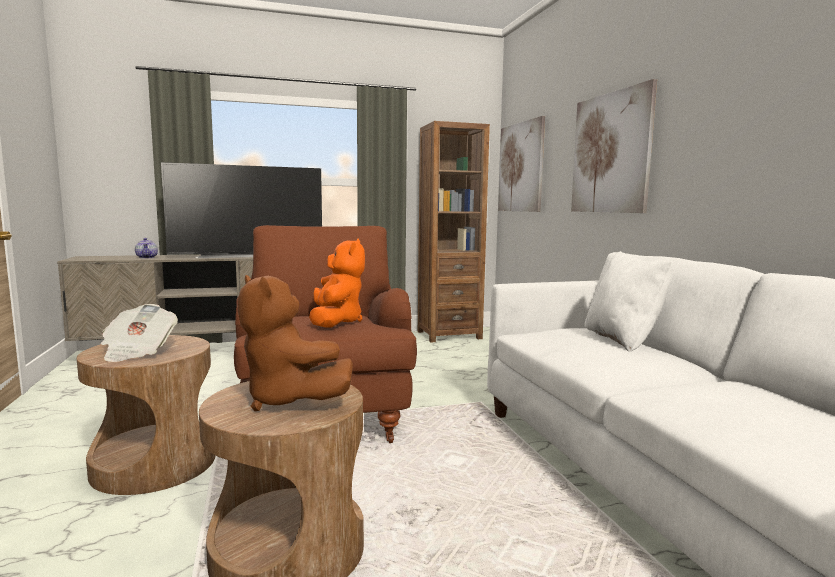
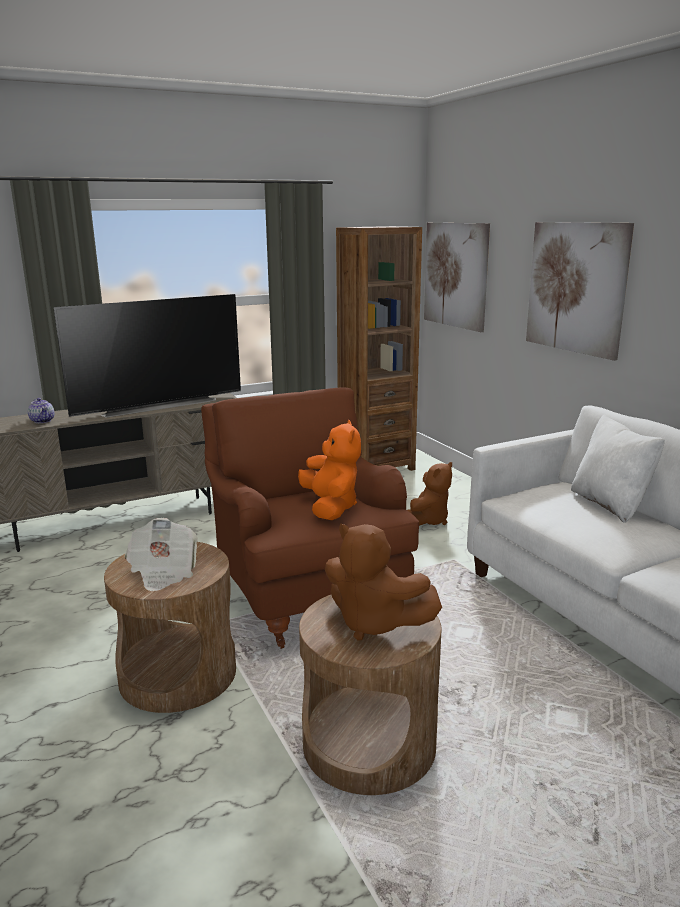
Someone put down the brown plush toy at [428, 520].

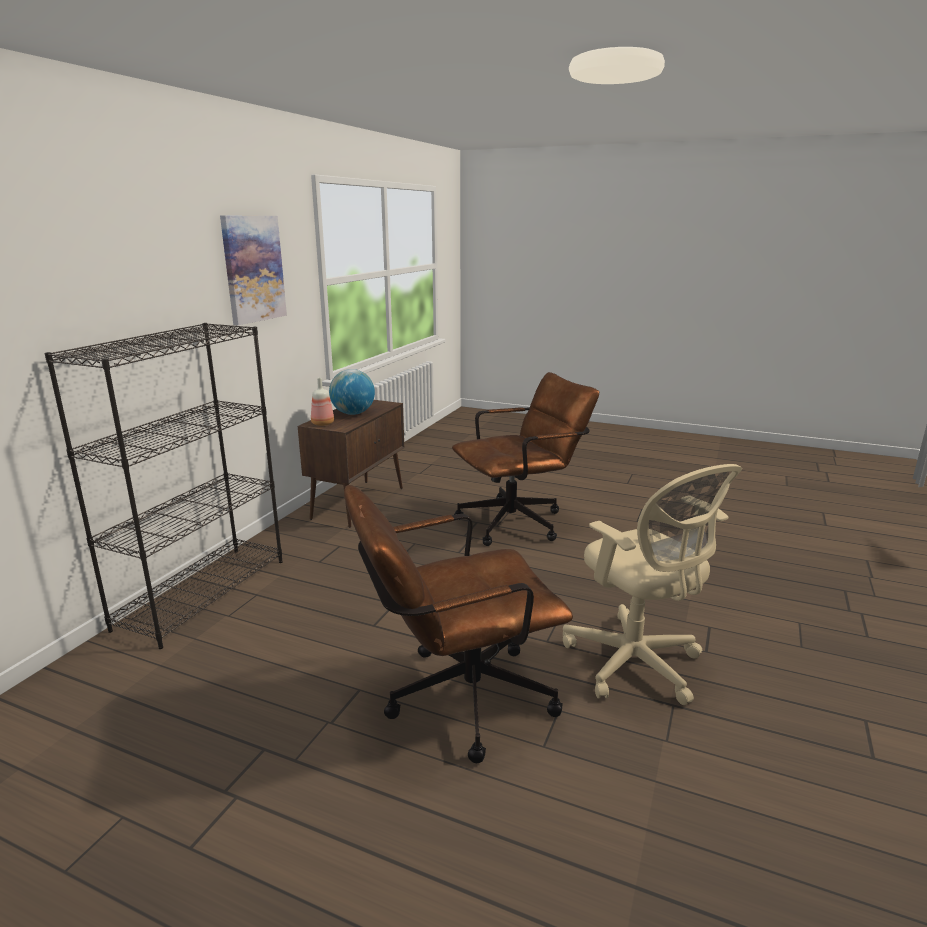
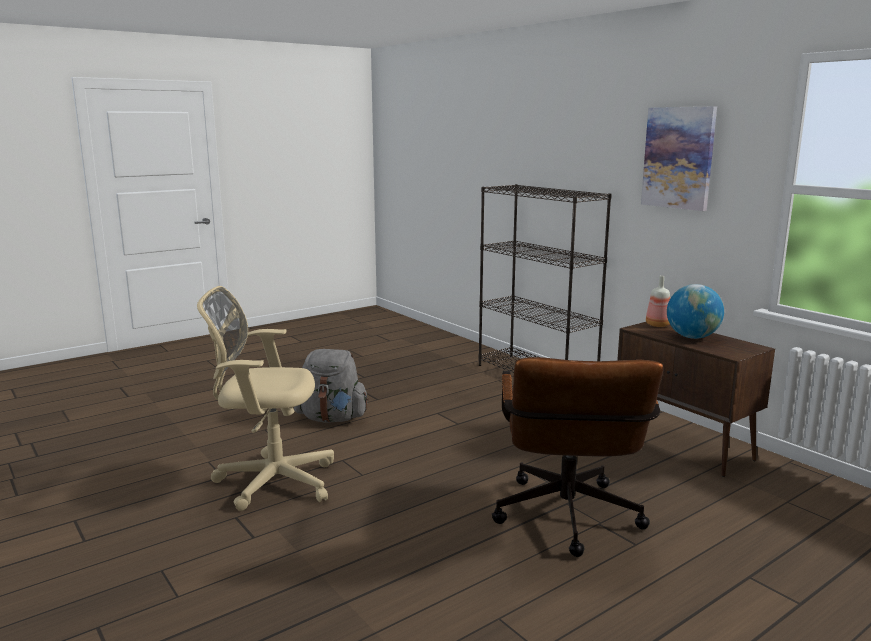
Someone swapped the brown office chair at [455, 700] for the grey backpack at [332, 418].

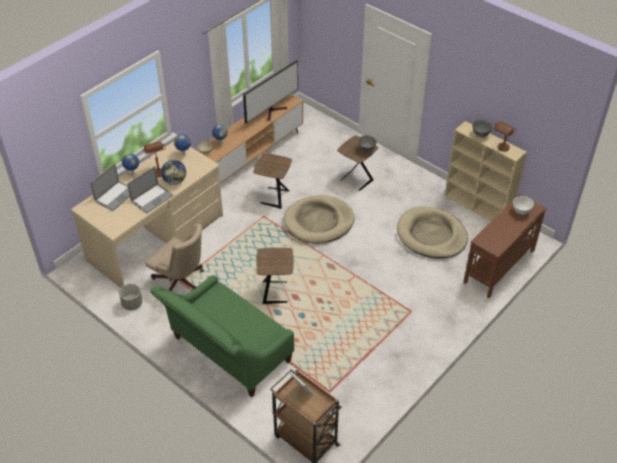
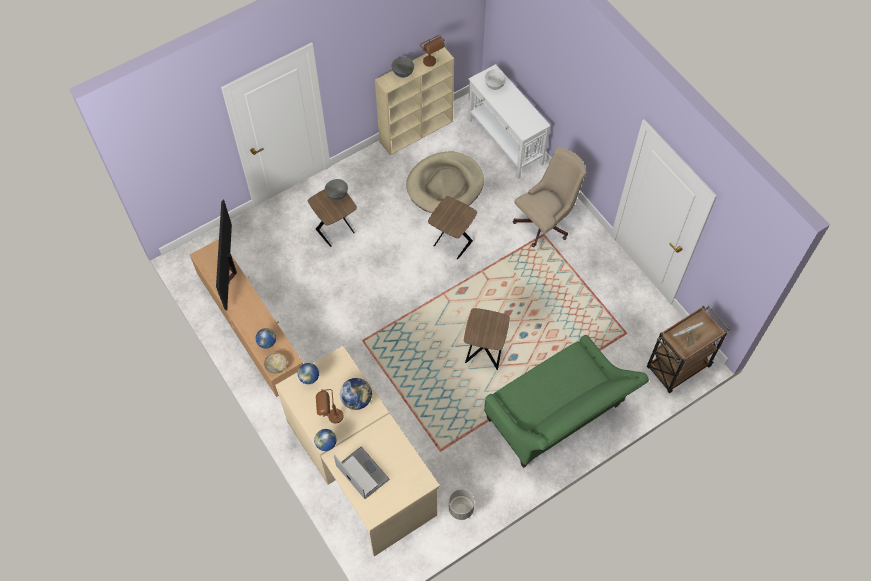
Someone rotated the television at [274, 111] by 150 degrees counterclockwise.
Someone carried the brown side table from [274, 197] to [452, 244].
Someone repainted the brown console table at [499, 266], which became the white console table at [505, 142].
Someone carried the beige office chair from [181, 283] to [545, 222].
Someone took away the laptop at [152, 198].
Someone took away the beige dog bed at [319, 222].

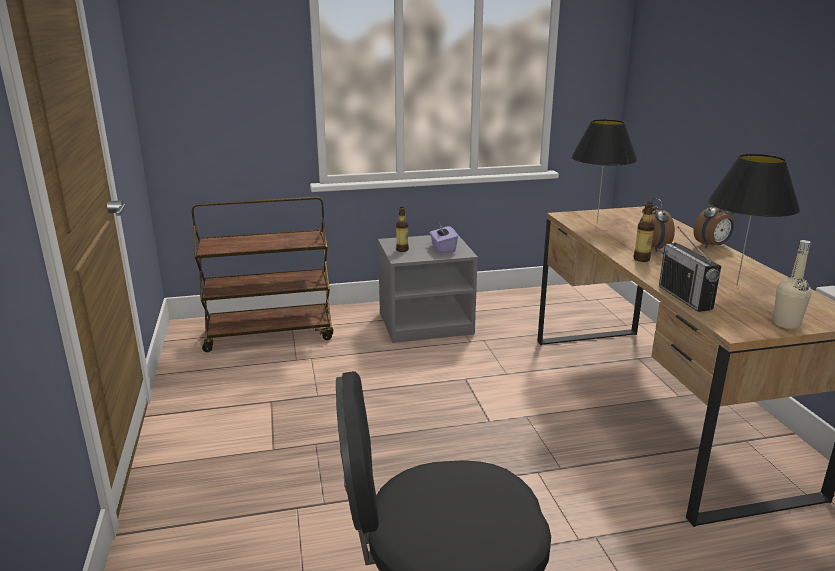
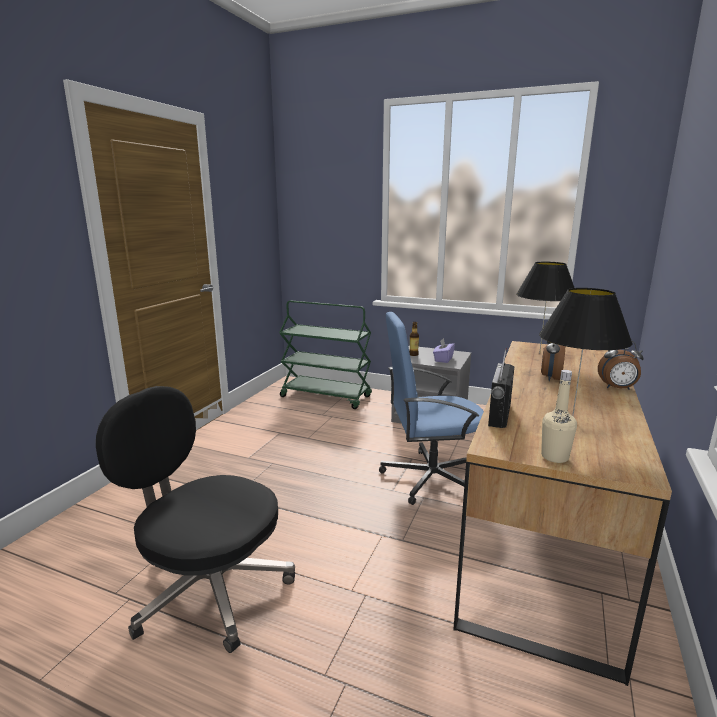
Someone repainted the brown cart at [270, 334], which became the green cart at [326, 396].
Someone put down the blue office chair at [429, 477].
Someone took away the bottle at [641, 259].

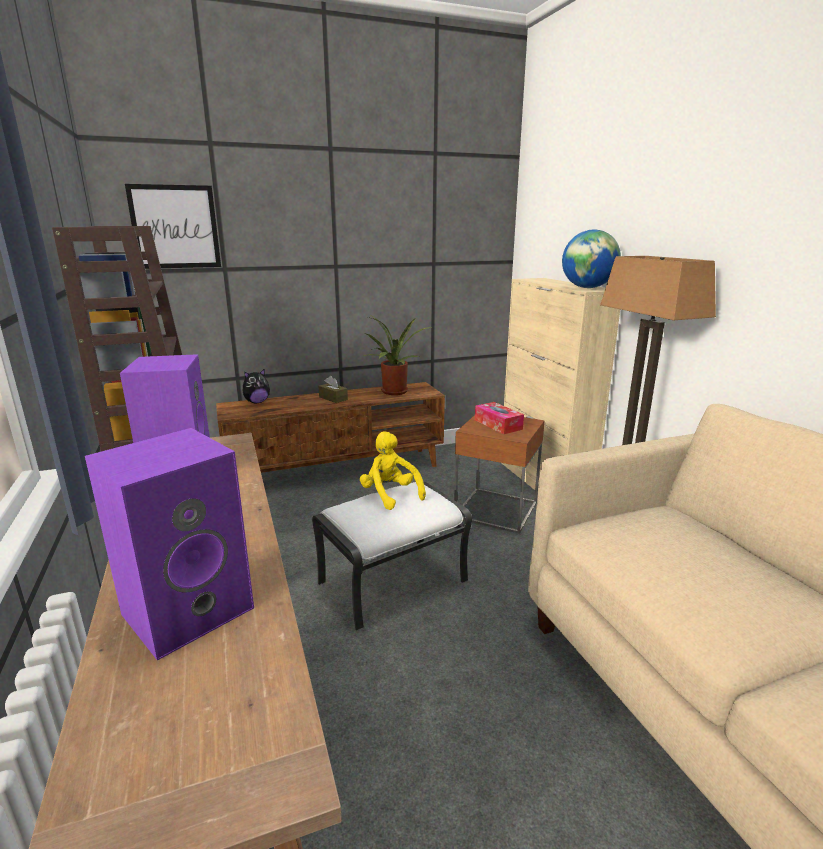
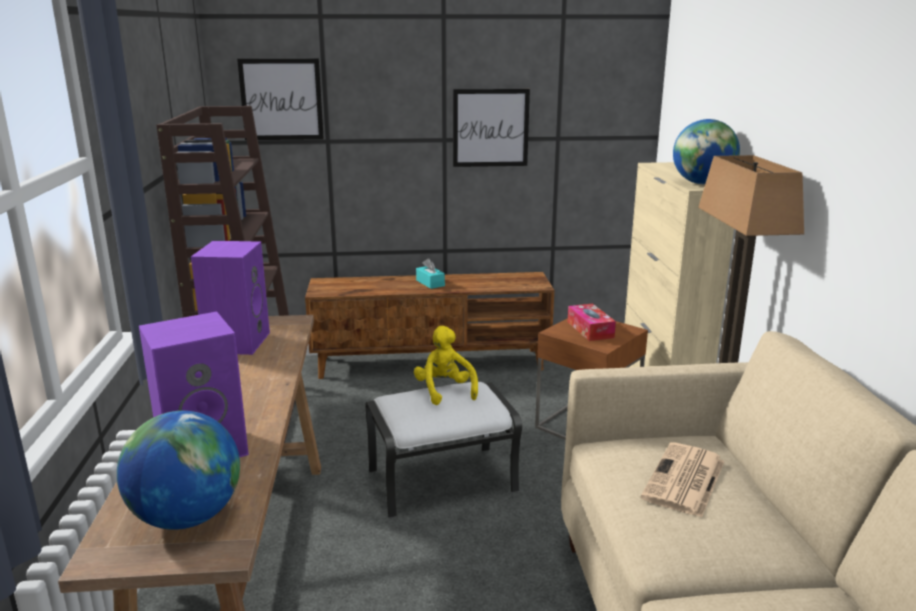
Someone put down the globe at [187, 518].
Someone repainted the brown tissue box at [333, 398], which became the turquoise tissue box at [430, 283].
Someone put up the picture at [490, 128].
Someone put down the newspaper at [684, 480].
Someone took away the plush toy at [257, 402].
Someone took away the potted plant at [394, 392].

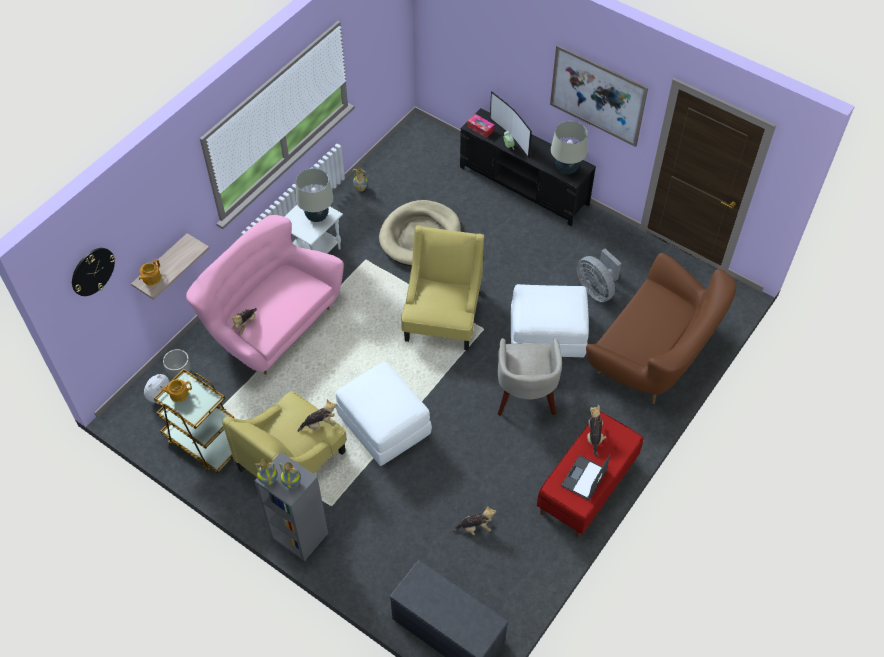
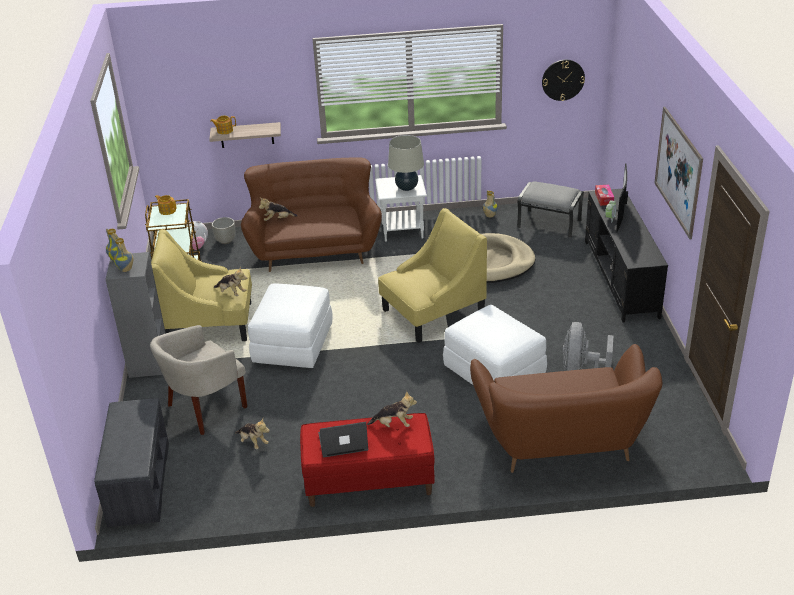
Someone carried the beige armchair from [525, 396] to [205, 408].
Someone repainted the pink sofa at [271, 324], which became the brown sofa at [315, 250].
Someone rotated the plush toy at [594, 437] by 45 degrees clockwise.
Someone put down the grey ottoman at [550, 224].
Someone carried the wall clock from [92, 271] to [563, 79].
Someone took away the beige table lamp at [566, 169].

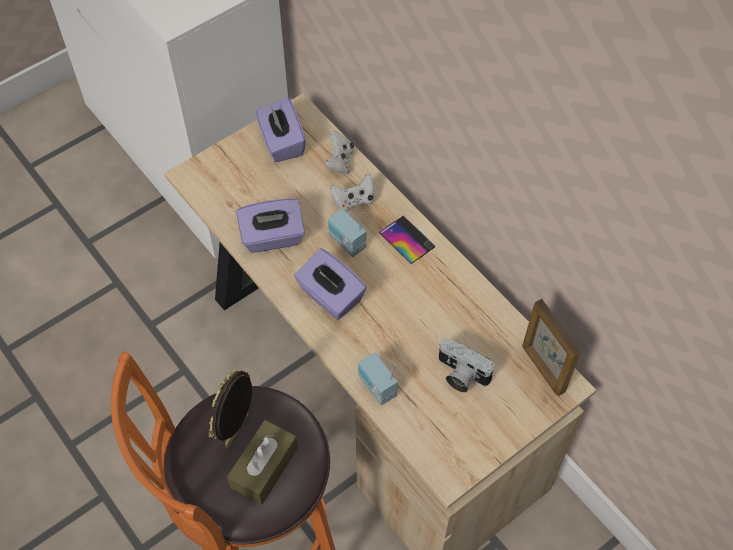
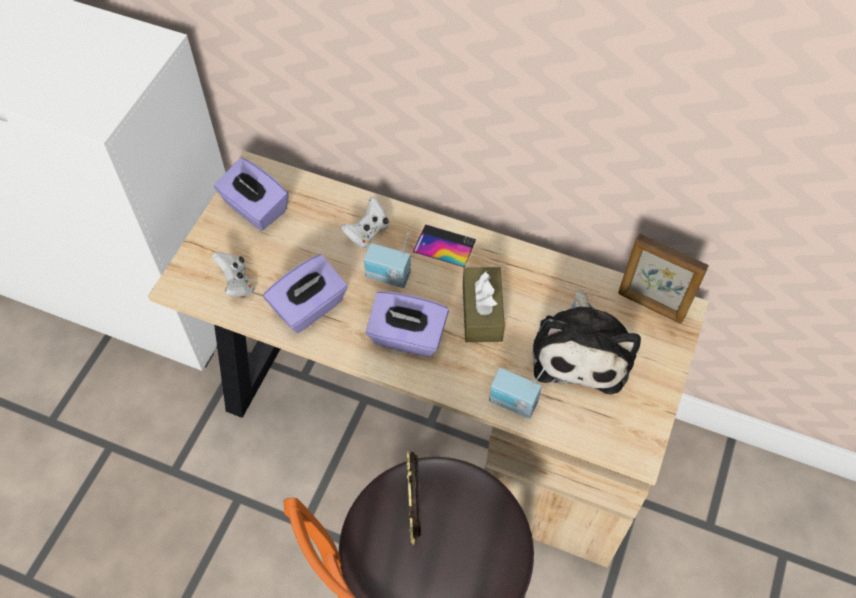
Someone carried the white game controller from [340, 161] to [236, 283].
Someone carried the brown tissue box from [264, 467] to [482, 312].
Someone swapped the photo camera at [460, 375] for the plush toy at [582, 349].

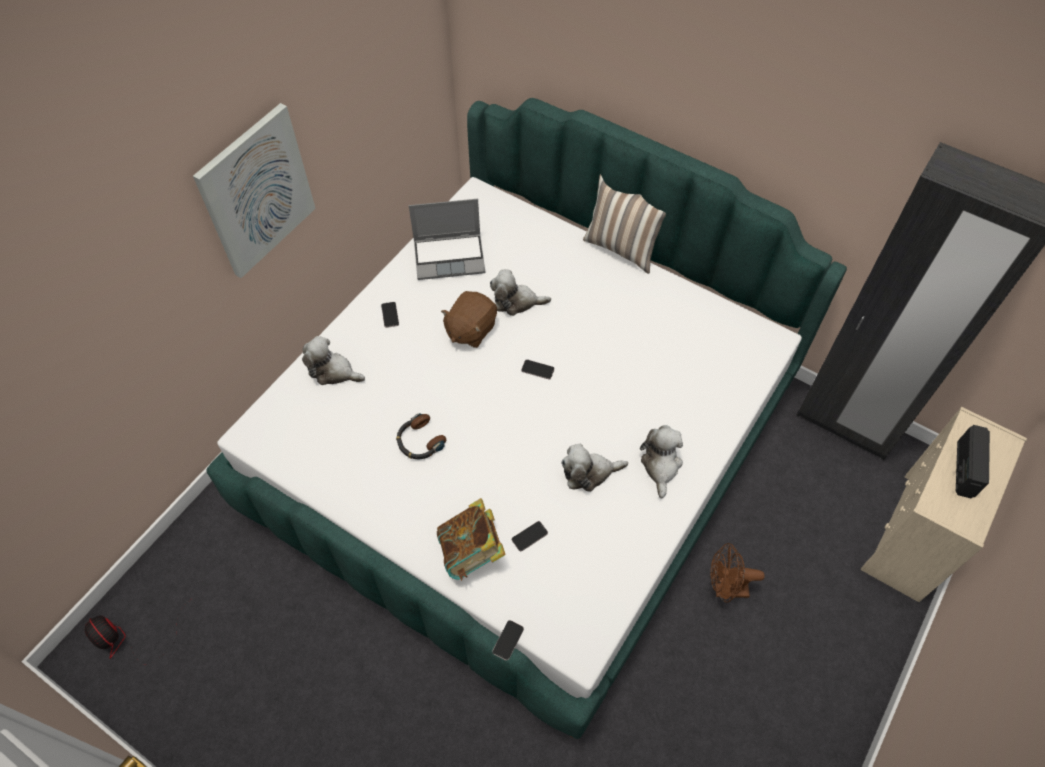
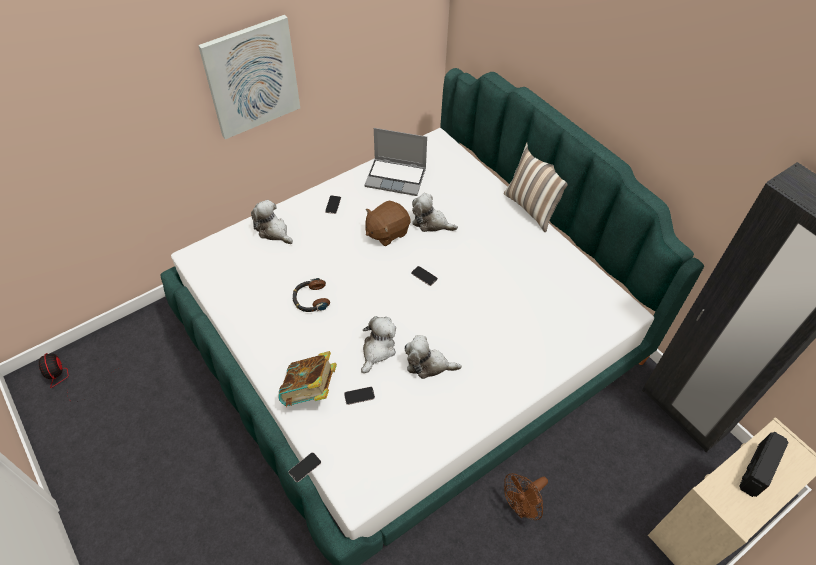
Someone carried the plush toy from [660, 465] to [378, 350].
Someone rotated the brown fan at [725, 589] by 60 degrees counterclockwise.

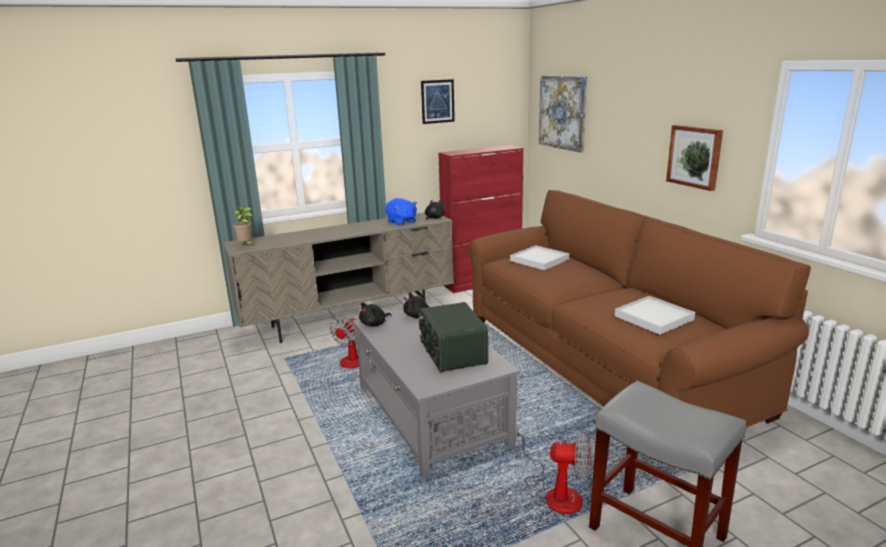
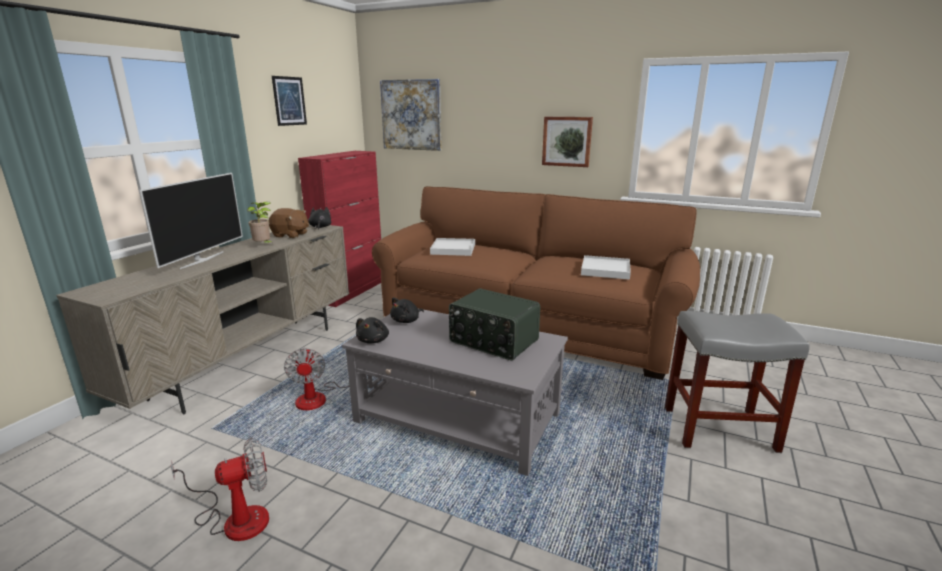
Someone put down the television at [201, 260].
Someone carried the fan from [555, 493] to [235, 518].
Someone carried the potted plant from [246, 246] to [264, 246].
Someone repainted the blue plush toy at [401, 222], which became the brown plush toy at [290, 235].

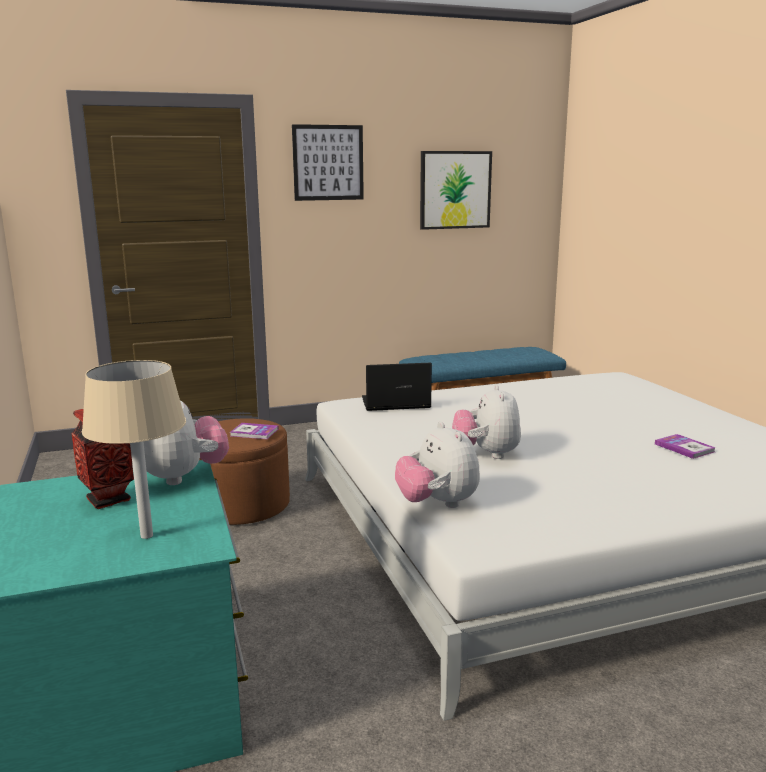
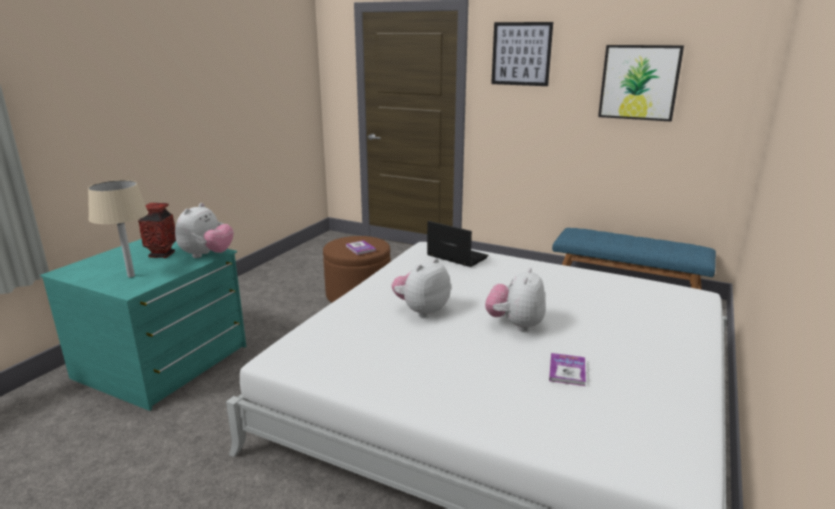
Someone carried the plush toy from [437, 504] to [515, 325].

